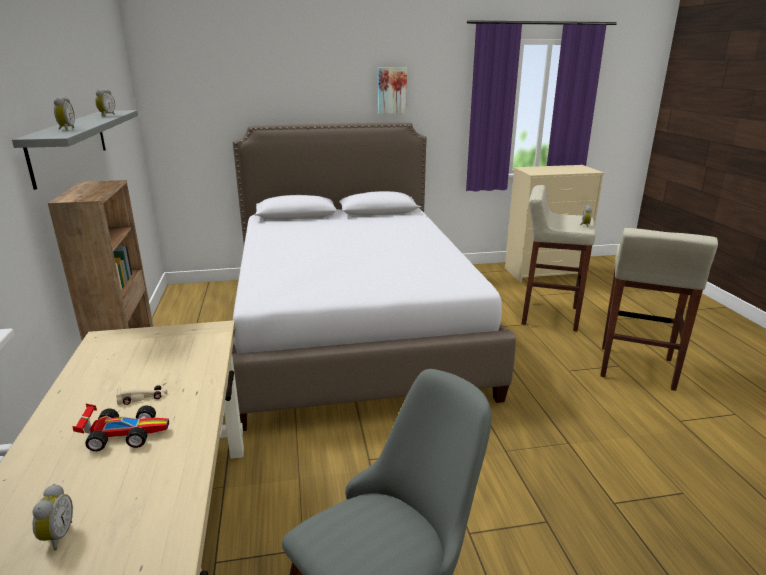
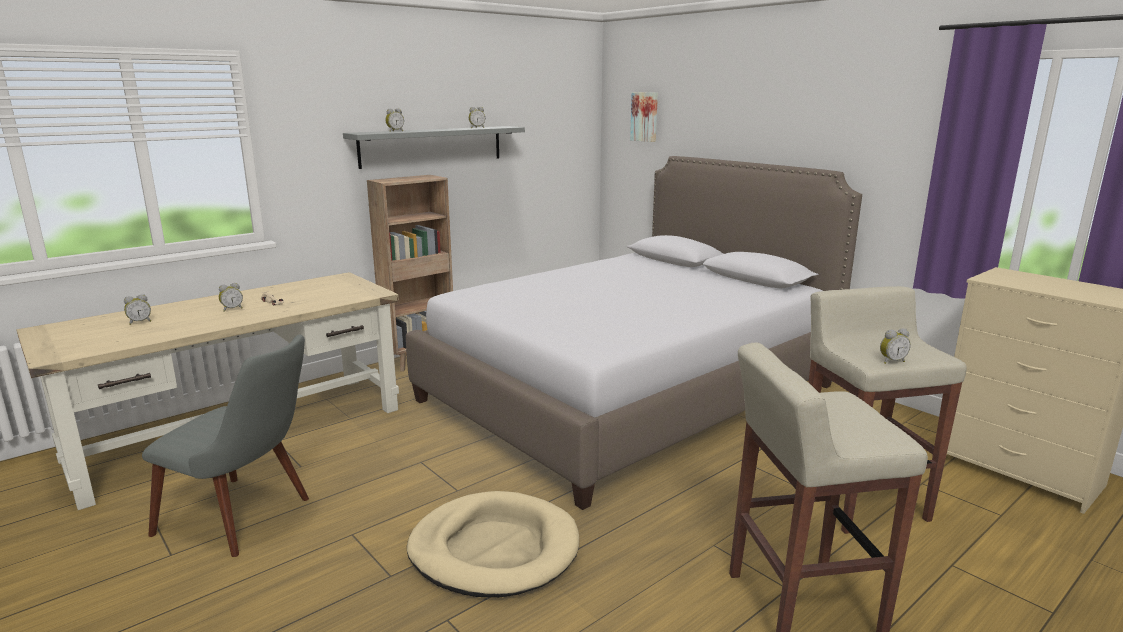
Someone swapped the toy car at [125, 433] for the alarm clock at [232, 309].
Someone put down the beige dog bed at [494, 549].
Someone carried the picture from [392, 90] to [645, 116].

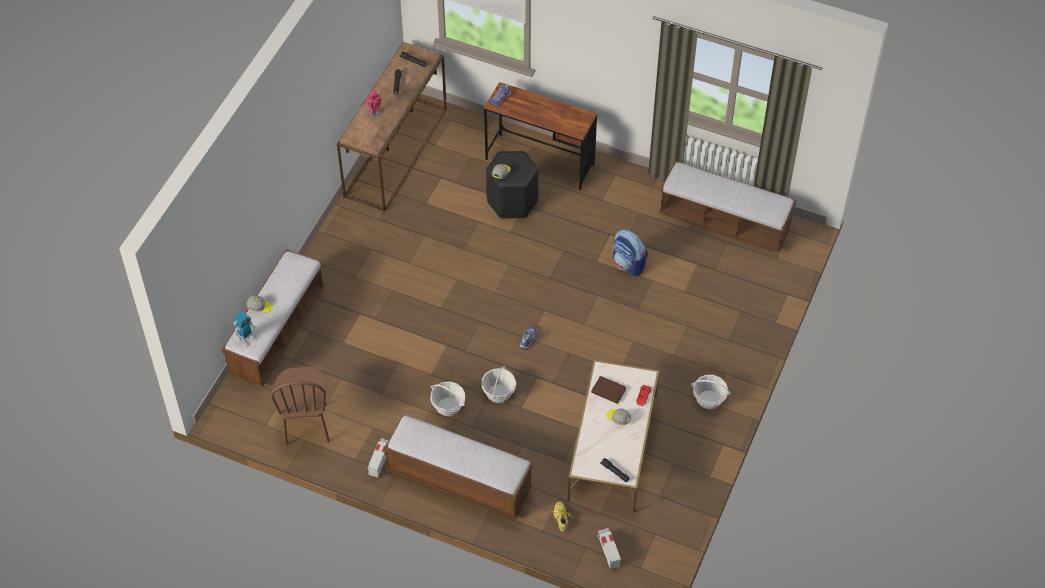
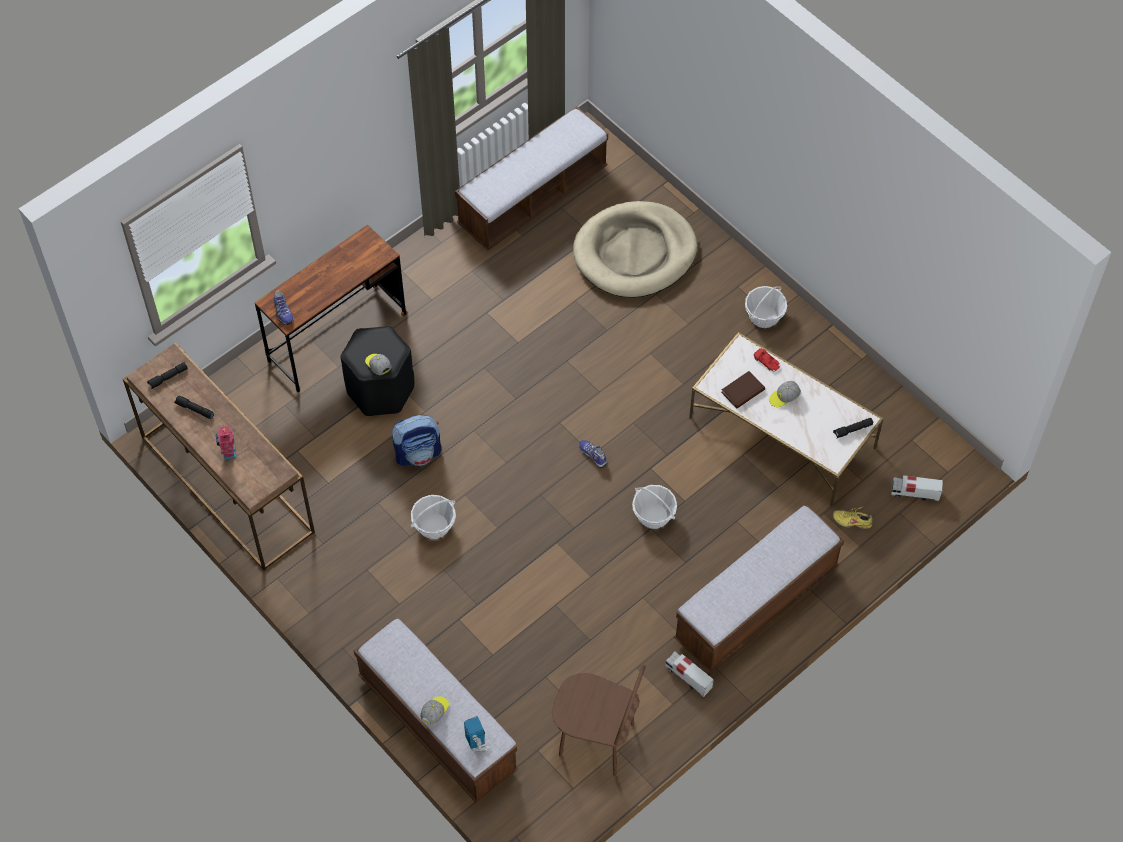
Someone carried the backpack from [629, 264] to [418, 453].
Someone carried the basket from [448, 406] to [434, 526].
Someone put down the beige dog bed at [635, 253].

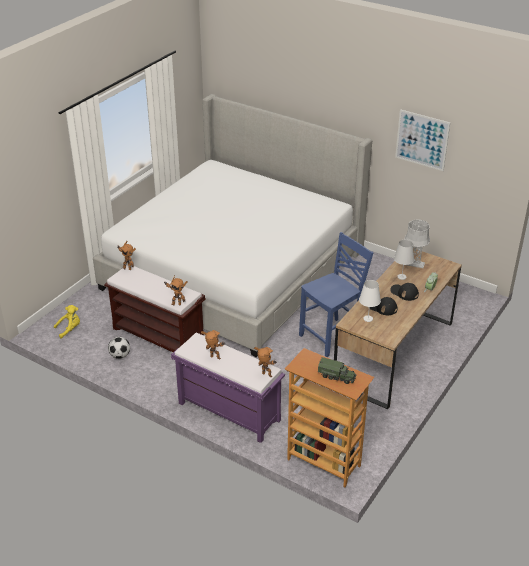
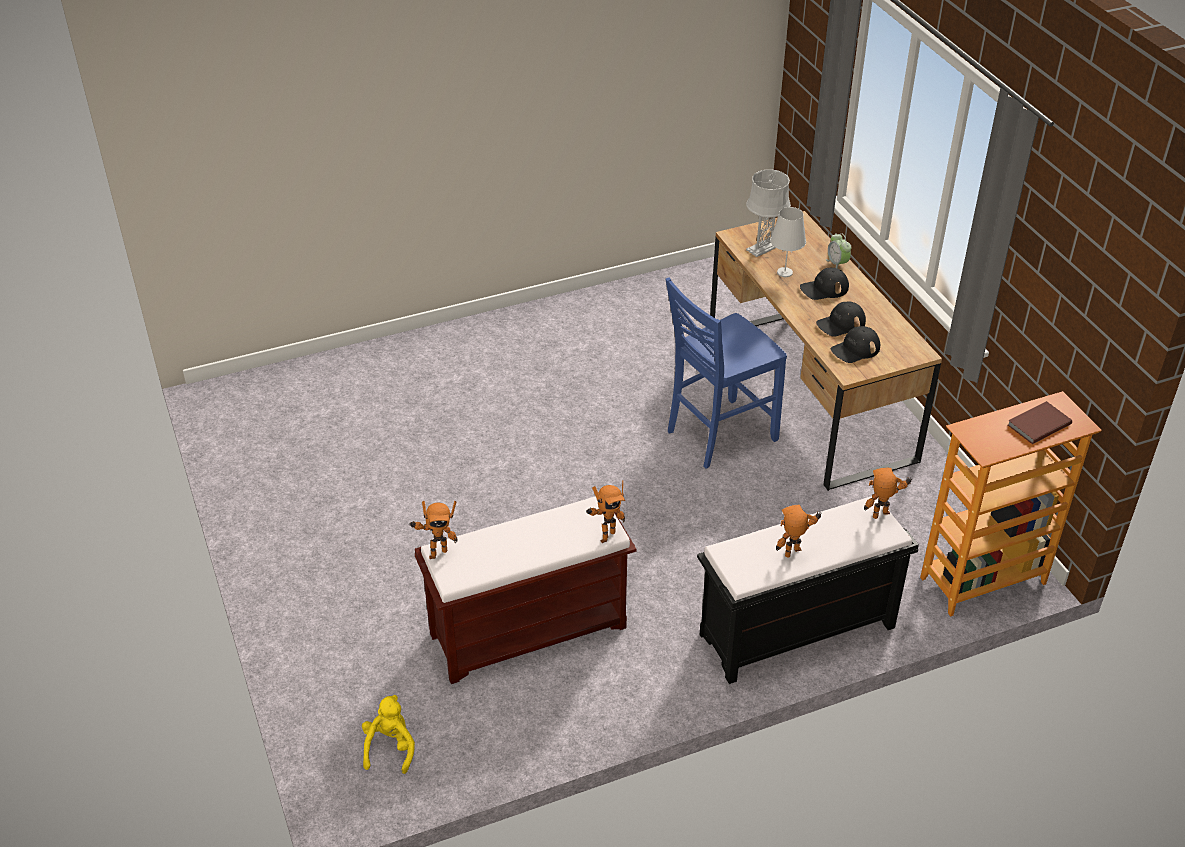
Someone rotated the blue chair at [332, 336] by 120 degrees counterclockwise.
Someone repainted the purple bench at [228, 411], which became the black bench at [795, 632].
Someone swapped the white table lamp at [368, 319] for the black cap at [855, 349].
Someone swapped the toy truck at [336, 376] for the brown book at [1037, 424].
Someone took away the bed at [234, 269].
Someone took away the football at [120, 356].
Someone took away the picture at [422, 140].

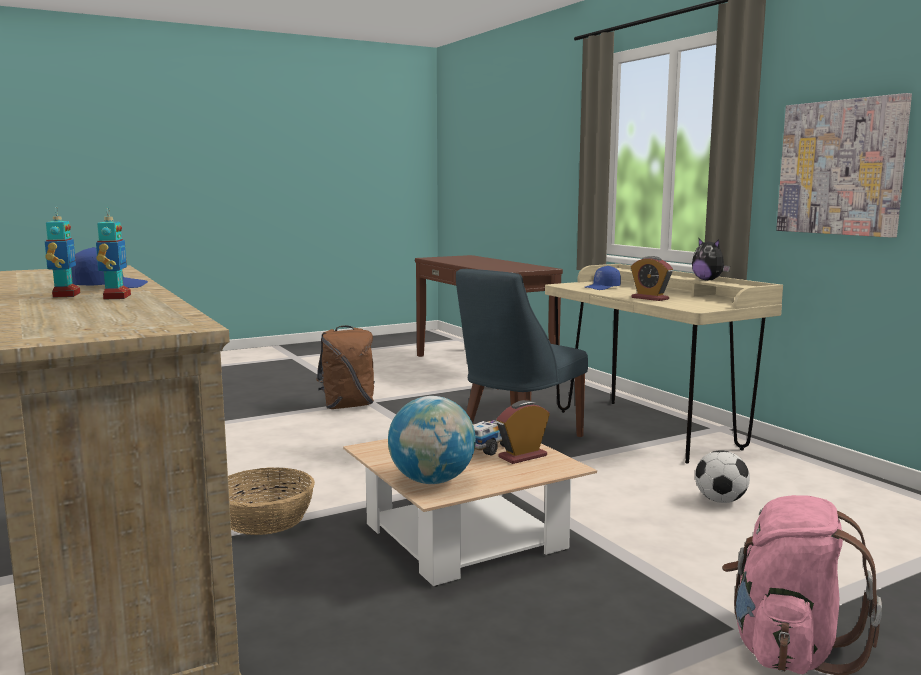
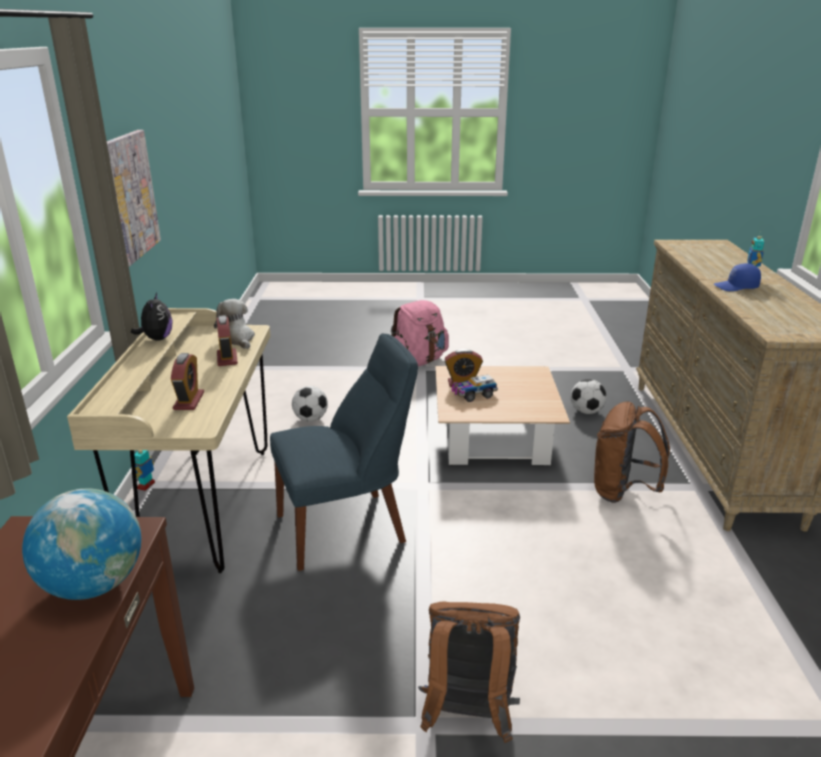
Someone carried the globe from [432, 481] to [94, 584].
Someone carried the toy robot from [116, 297] to [146, 486].
Someone swapped the blue cap at [602, 288] for the alarm clock at [189, 401].
Someone put down the plush toy at [237, 339].
Someone put down the football at [586, 412].
Someone swapped the basket at [264, 519] for the brown backpack at [622, 492].

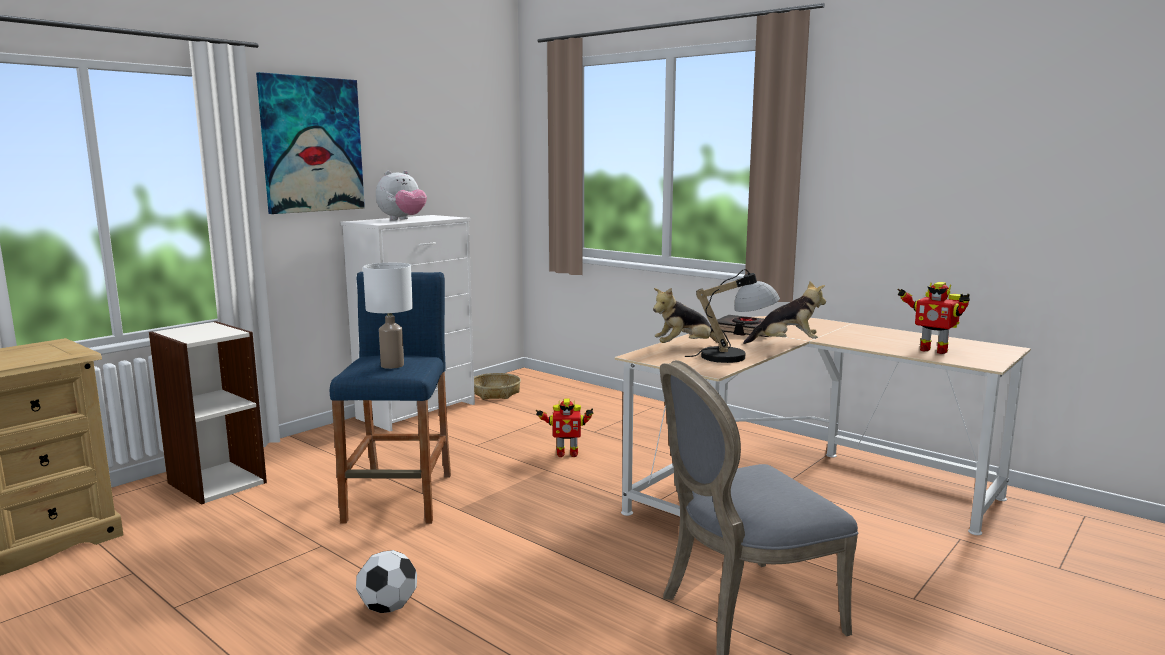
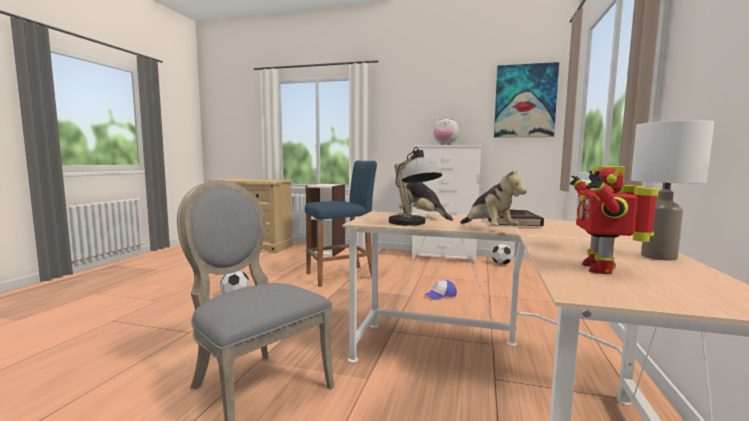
Someone swapped the toy robot at [566, 454] for the cap at [441, 295].
Someone swapped the basket at [495, 393] for the football at [501, 264].
Someone carried the picture from [312, 145] to [525, 101].
Someone carried the white table lamp from [392, 365] to [659, 256].

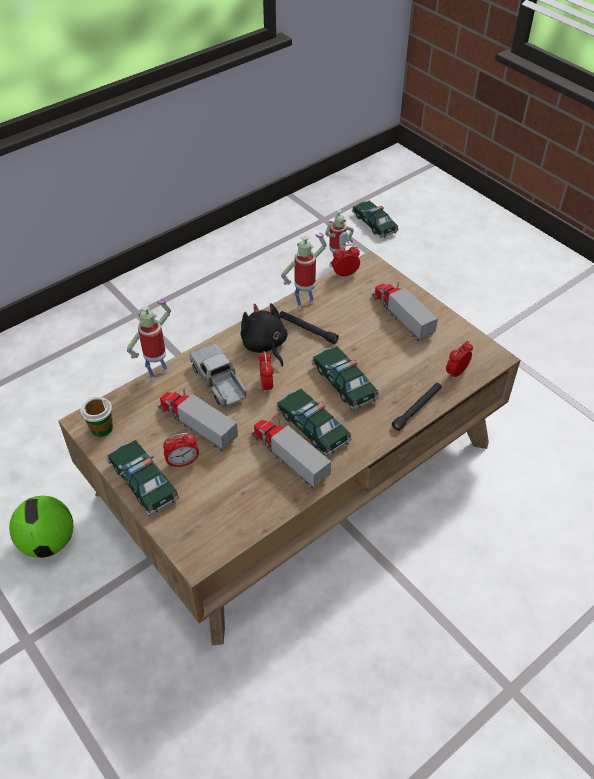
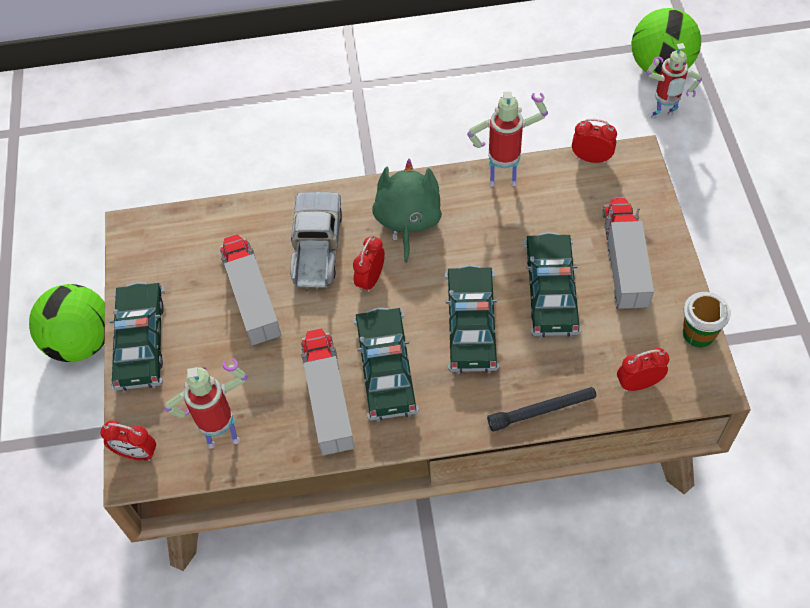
Someone carried the alarm clock from [183, 462] to [136, 453].
Someone carried the toy robot from [158, 372] to [224, 437].
Someone repainted the black plush toy at [264, 346], which became the green plush toy at [407, 221].
Someone carried the toy car from [374, 223] to [550, 291].
Someone put down the football at [660, 67].
Someone carried the cup from [101, 428] to [698, 333].
Someone took away the black flashlight at [307, 330].

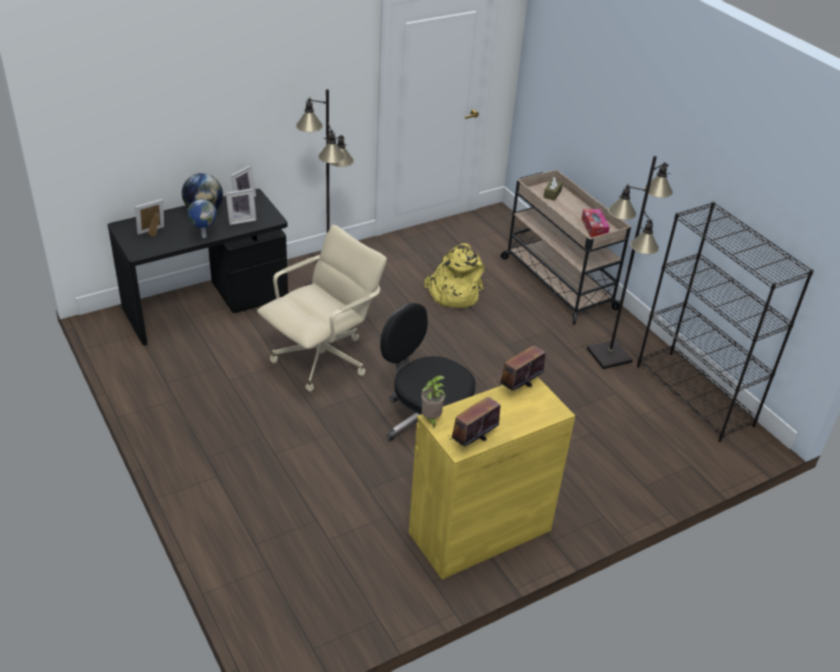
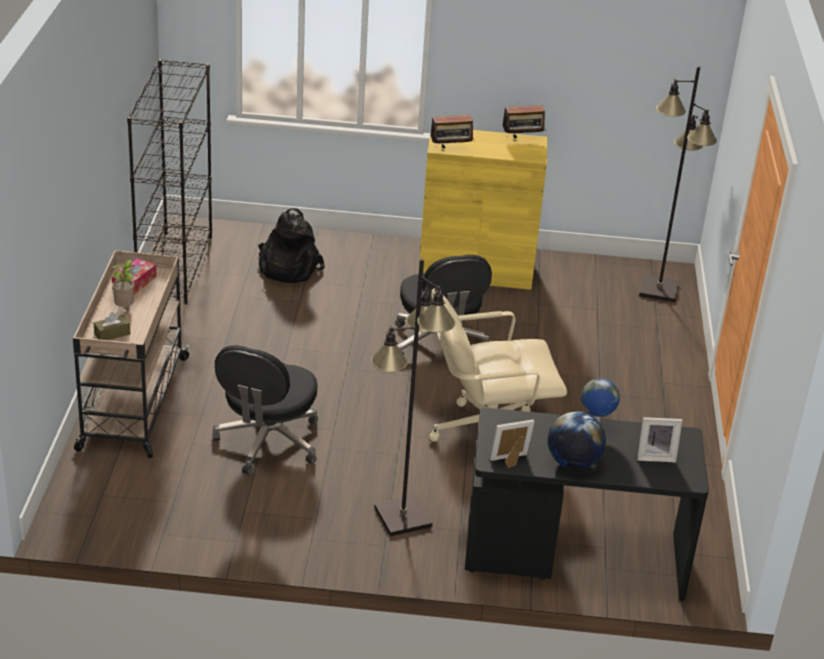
Someone carried the potted plant from [431, 419] to [125, 308].
Someone swapped the yellow backpack at [453, 294] for the black office chair at [268, 442].
Someone put down the black backpack at [287, 268].
Someone carried the black floor lamp from [610, 355] to [658, 289].
Someone took away the picture frame at [241, 219].

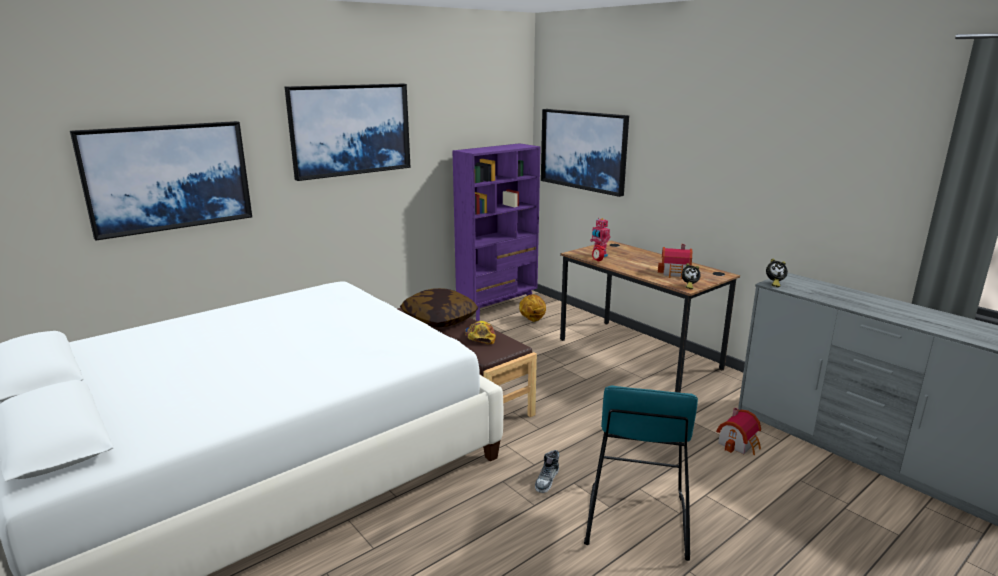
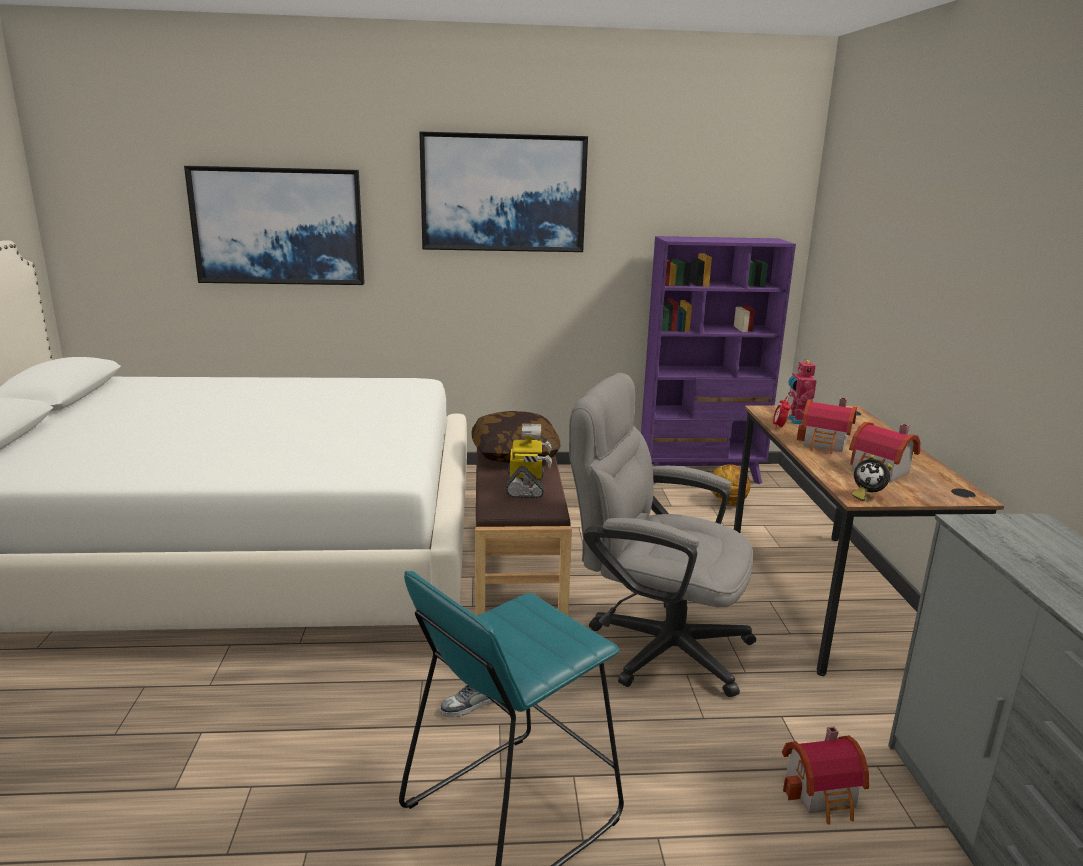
Someone swapped the cap at [480, 337] for the toy robot at [526, 486].
Someone put down the grey office chair at [654, 644].
Someone put down the toy house at [826, 444].
Someone took away the picture at [583, 150].
Someone took away the alarm clock at [774, 283].

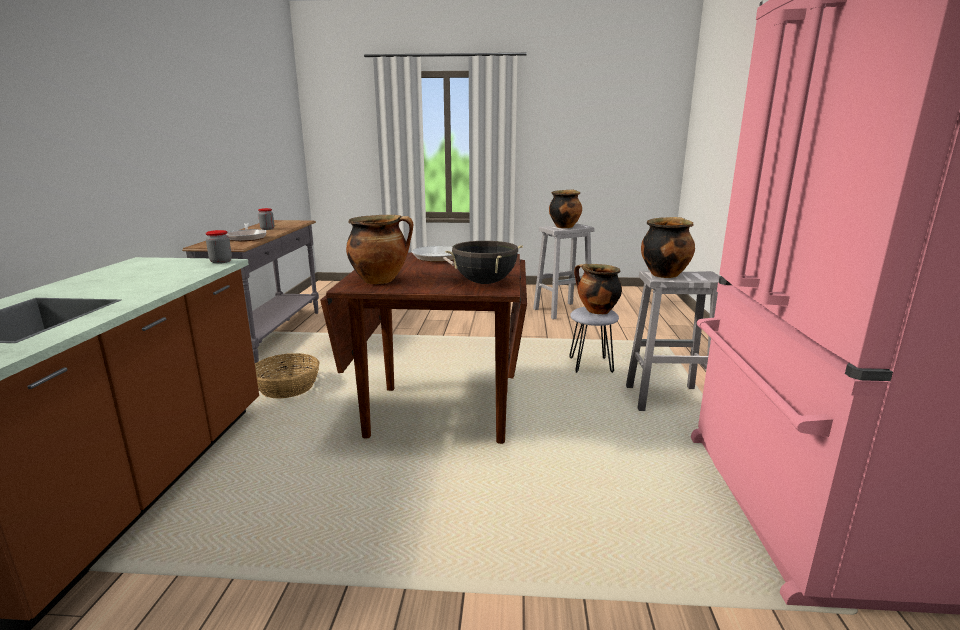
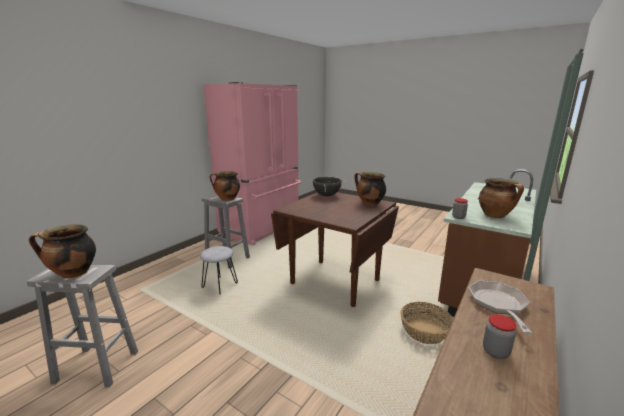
Someone carried the cooking pot from [596, 311] to [495, 216].
Someone took away the frying pan at [438, 258].

